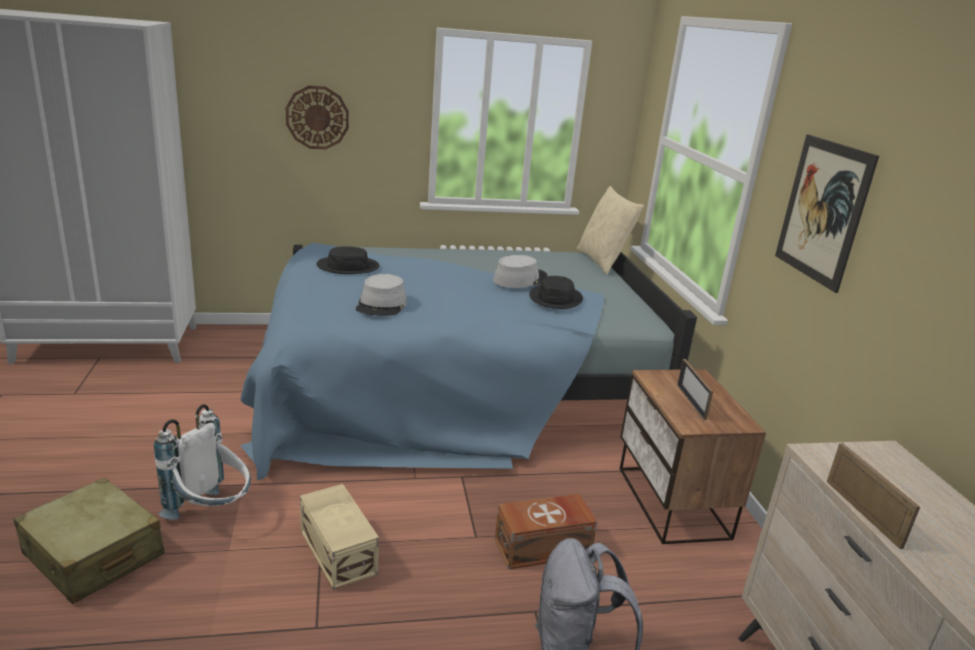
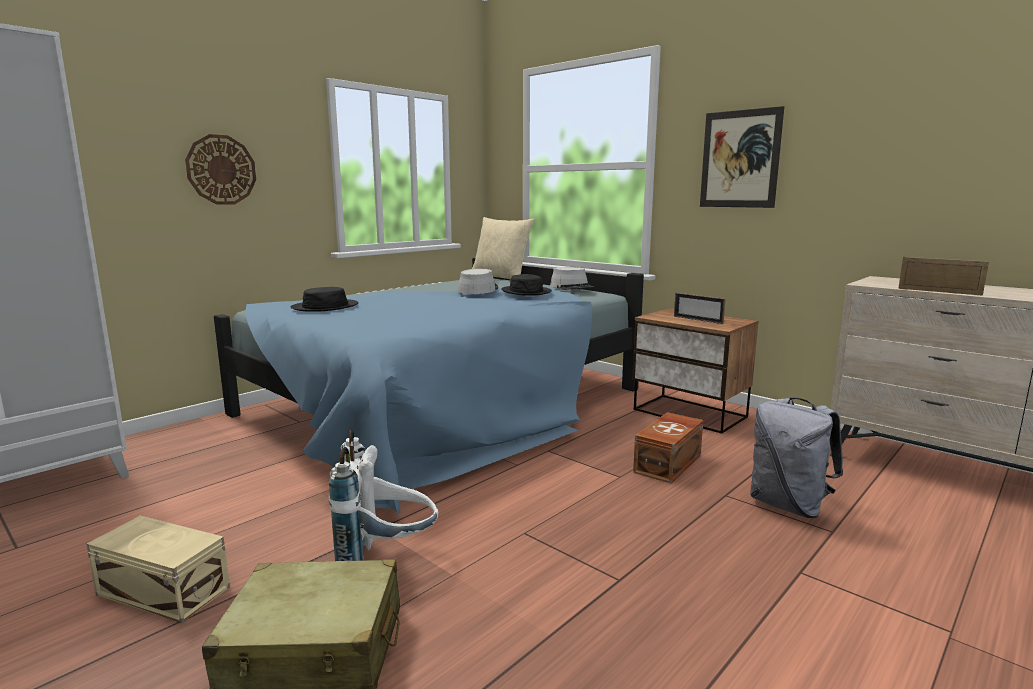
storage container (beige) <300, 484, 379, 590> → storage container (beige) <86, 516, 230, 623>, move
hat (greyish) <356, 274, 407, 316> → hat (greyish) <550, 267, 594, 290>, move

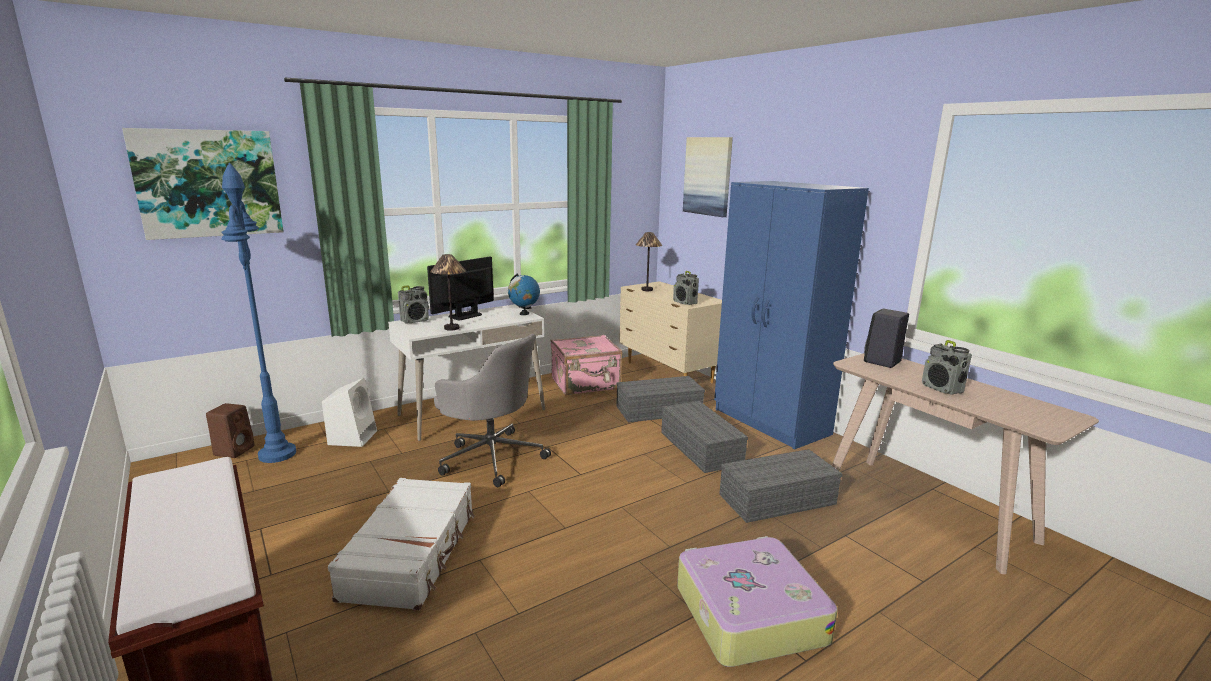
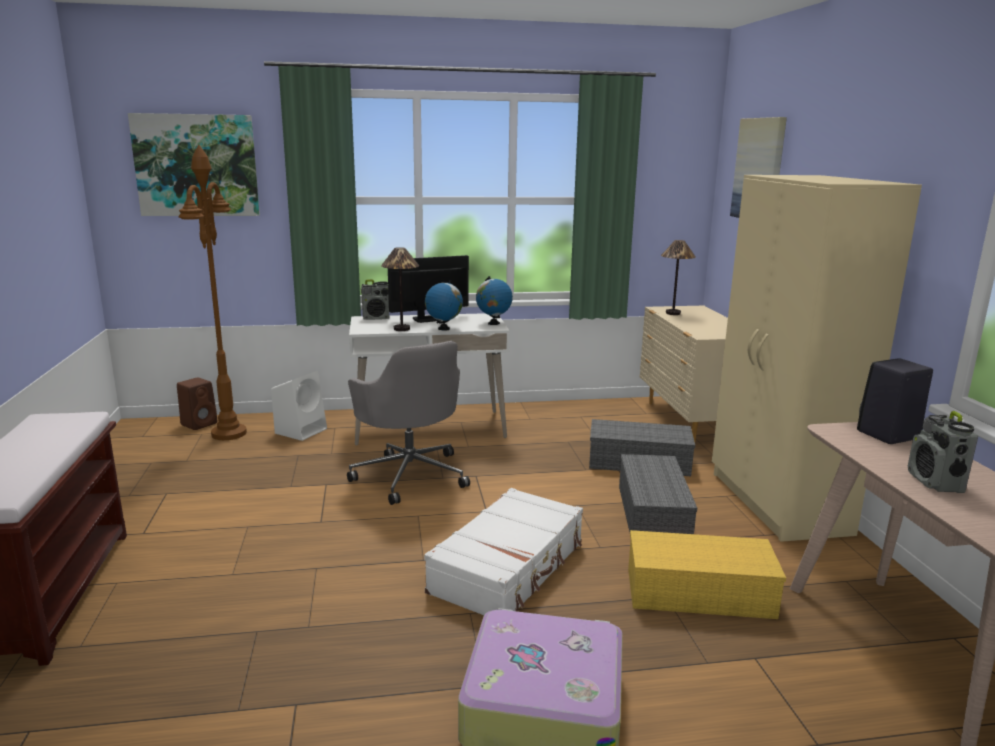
floor lamp (bluish) <221, 163, 296, 463> → floor lamp (brownish) <178, 145, 247, 440>
piece of luggage (white-coloured) <328, 478, 475, 610> → piece of luggage (white-coloured) <424, 488, 583, 615>, move
- → desk globe <425, 280, 463, 331>
storage container (greyish) <719, 449, 842, 523> → storage container (yellow) <628, 530, 786, 619>
wardrobe (bluish) <714, 181, 869, 449> → wardrobe (beige) <712, 175, 922, 542>
piece of luggage (pink) <551, 335, 622, 395> → -
radio receiver <673, 271, 699, 305> → -

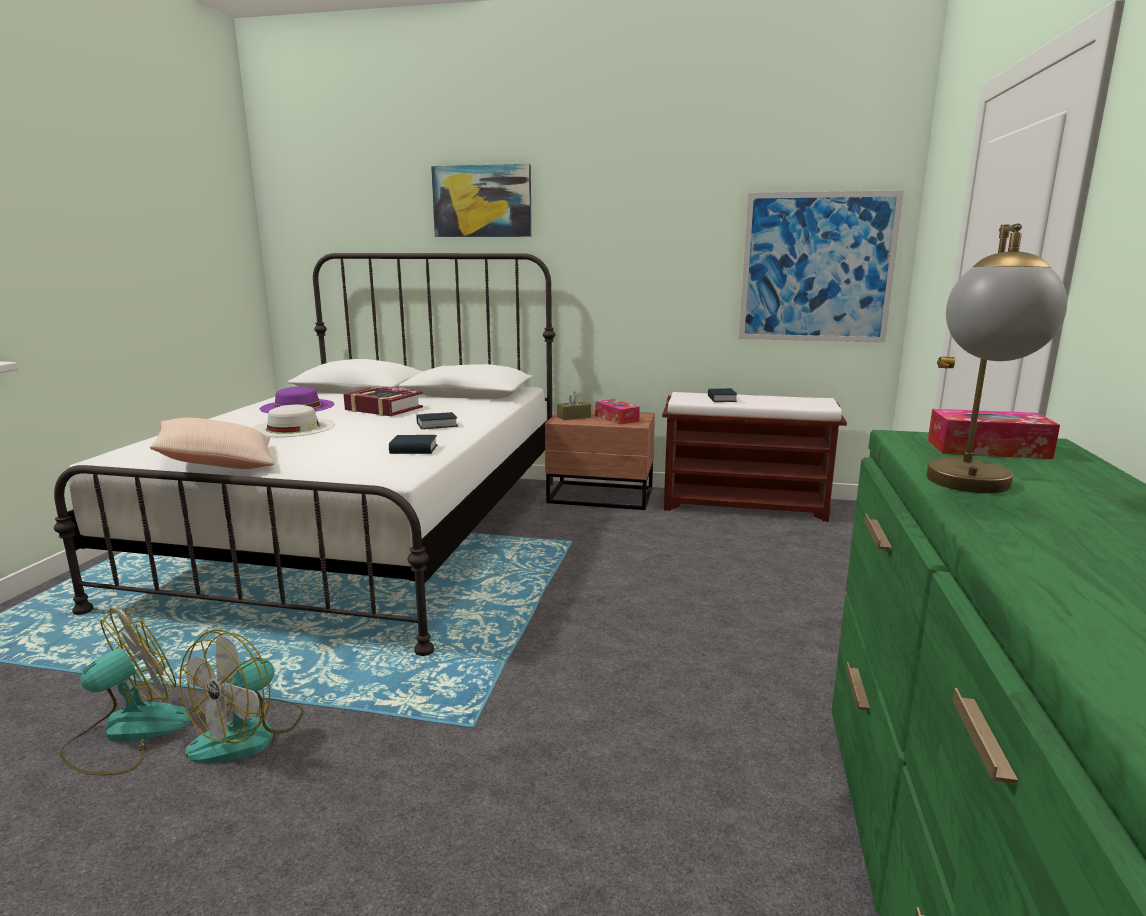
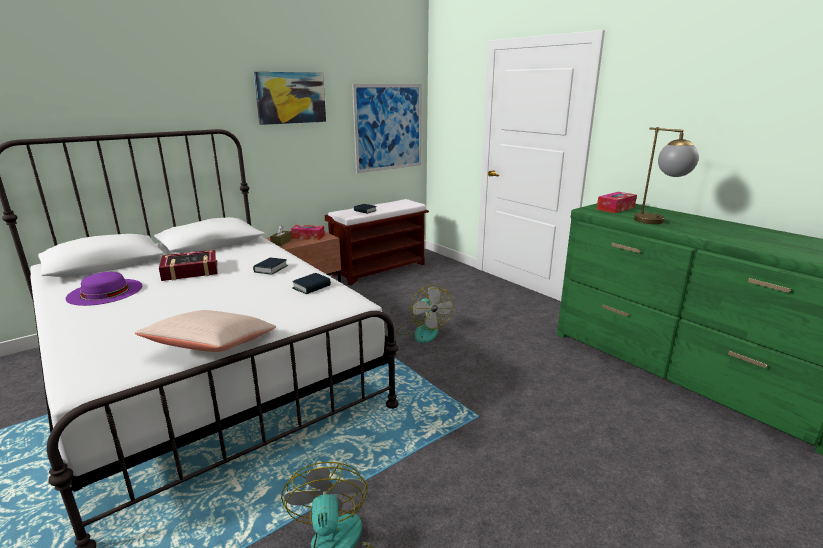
wall art <431, 164, 532, 237> → wall art <254, 72, 326, 125>, move
cooling fan <179, 630, 304, 763> → cooling fan <396, 285, 453, 343>, move
hat (white-coloured) <252, 405, 335, 437> → -

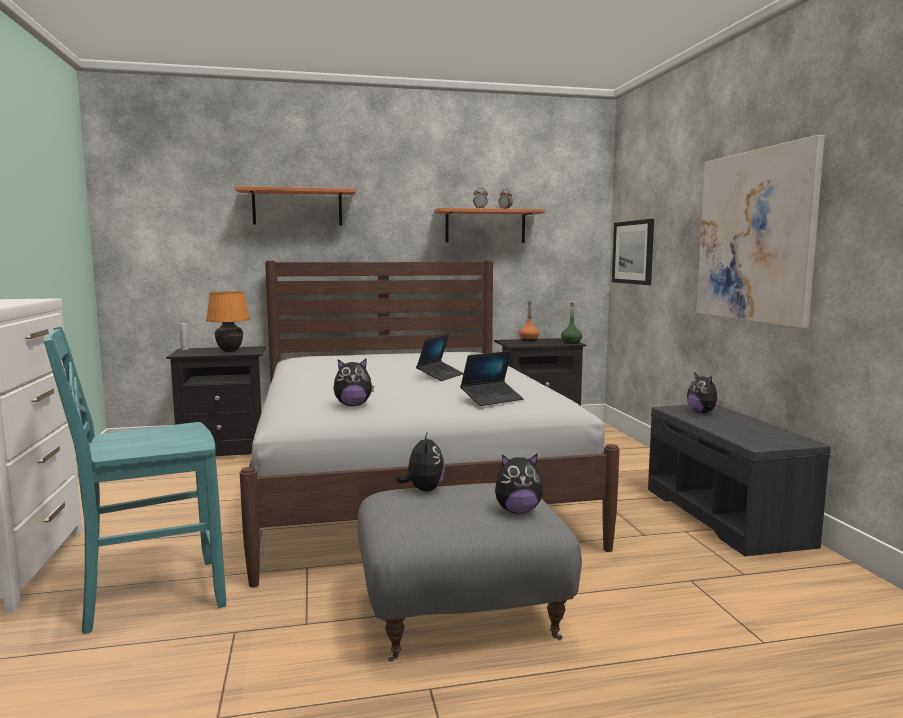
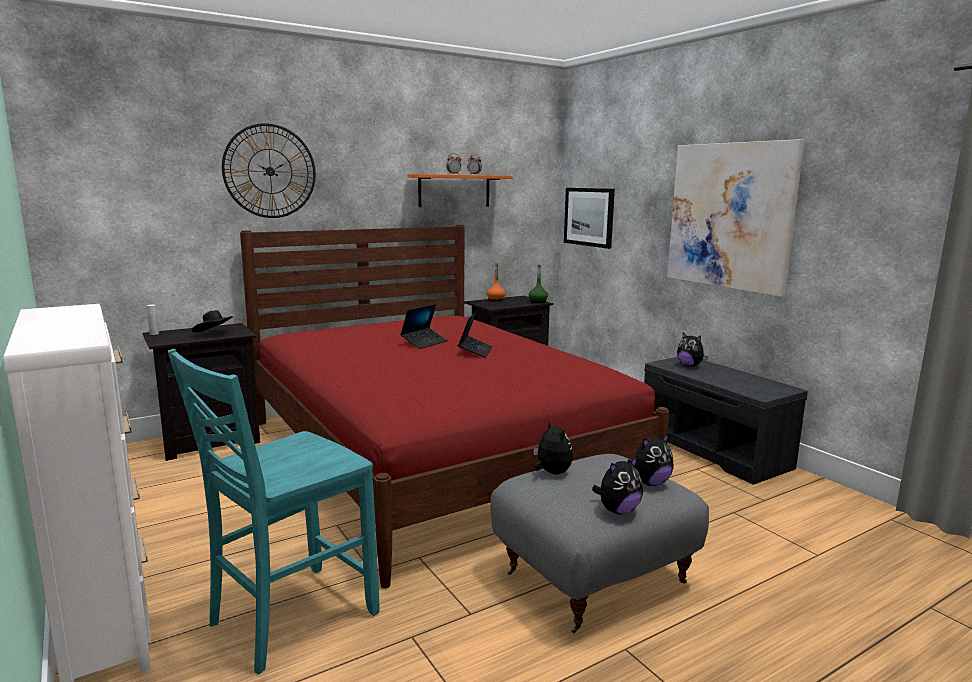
table lamp (orangey) <206, 292, 250, 352> → hat (blackish) <192, 310, 233, 333>
shelf (orangey) <235, 186, 356, 225> → clock on the wall <222, 123, 316, 218>
bed (white-coloured) <240, 260, 620, 588> → bed (red) <240, 225, 669, 588>
portable computer <460, 351, 524, 406> → portable computer <400, 304, 448, 349>, move
soft toy <333, 358, 374, 406> → soft toy <592, 456, 643, 514>, move

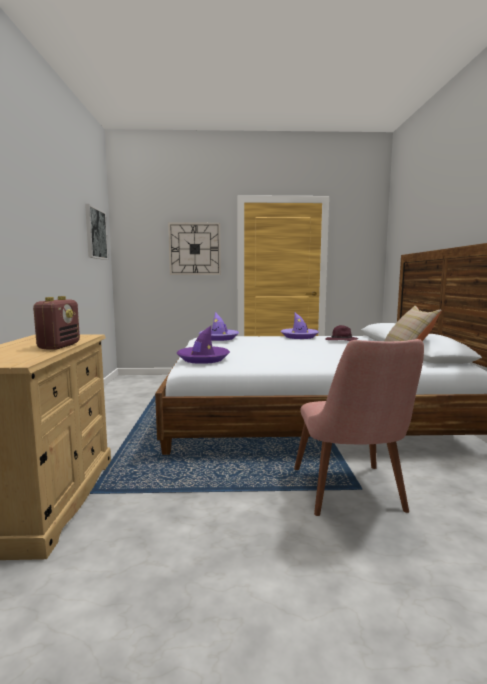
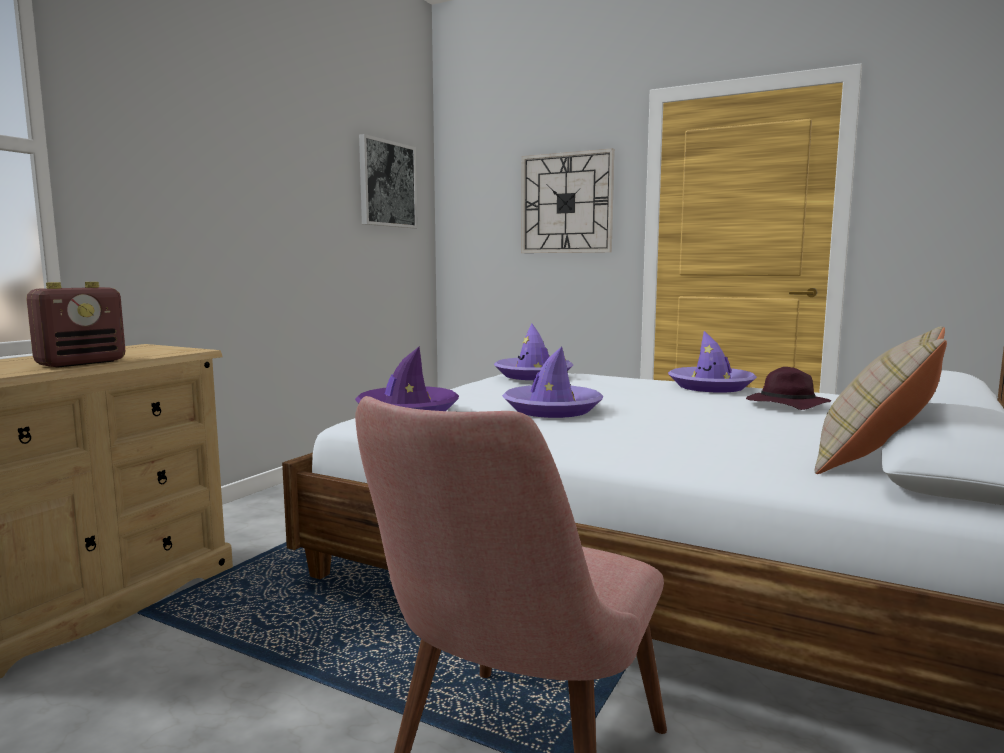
- → hat (purple-coloured) <502, 347, 603, 418>

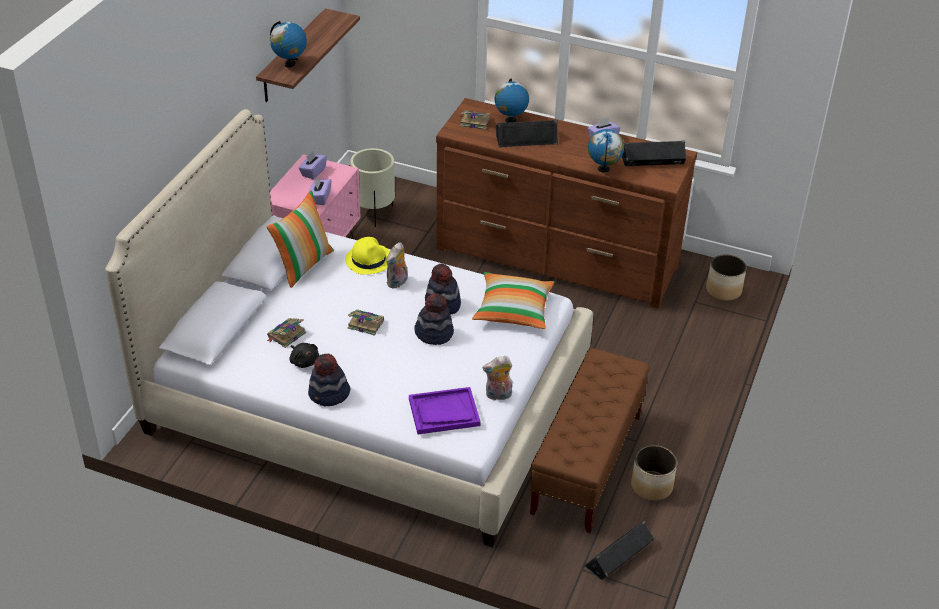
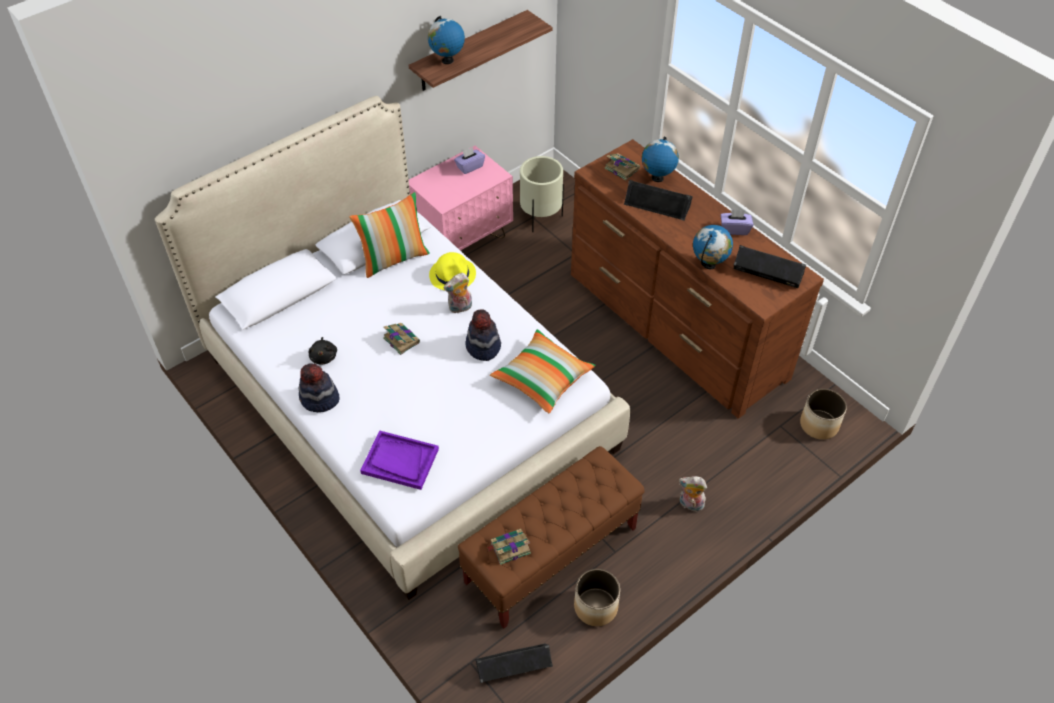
volume <267, 318, 306, 348> → volume <487, 529, 531, 565>, move
soft toy <482, 356, 513, 400> → soft toy <679, 476, 707, 512>, move
tissue box (purple-coloured) <308, 177, 331, 205> → -
hat <415, 293, 454, 345> → -

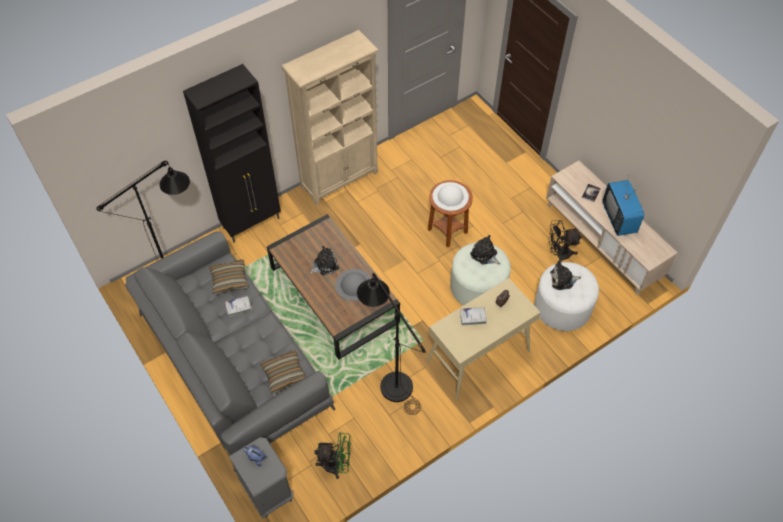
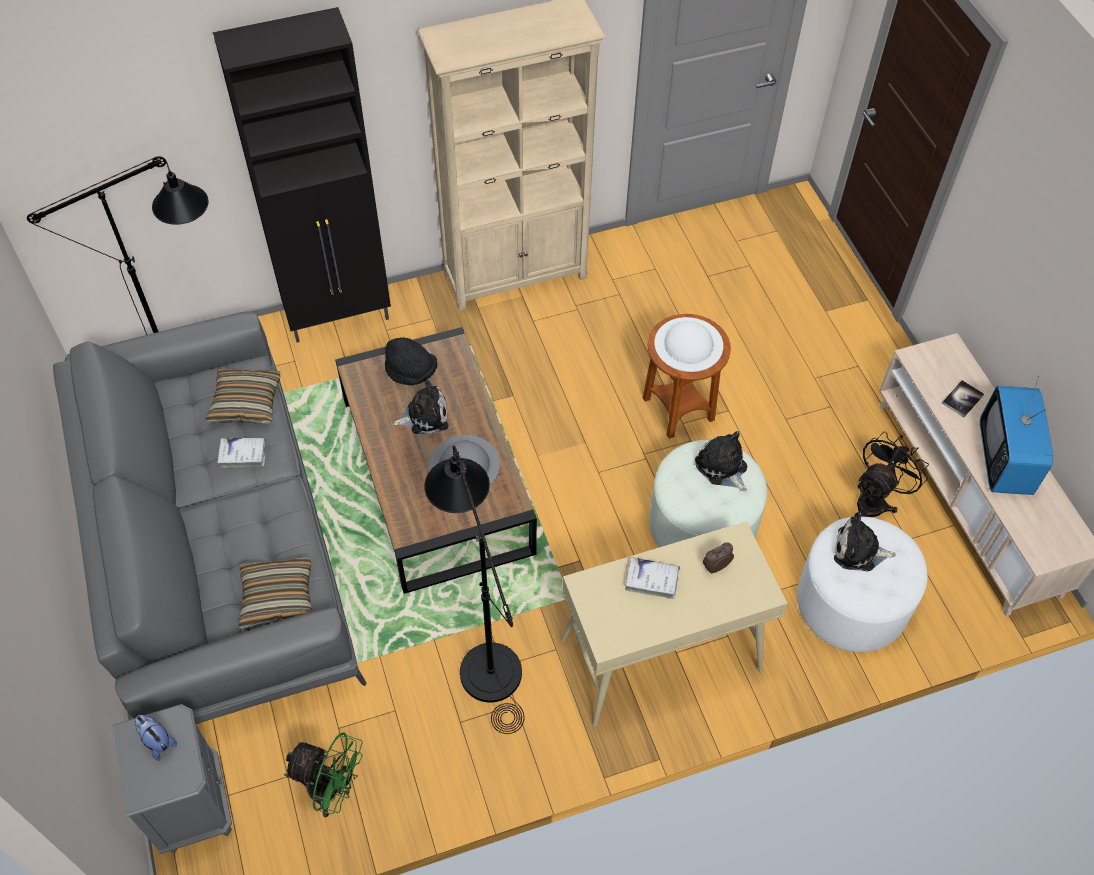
- → hat (blackish) <385, 337, 438, 385>
cooling fan (blackish) <549, 220, 582, 261> → cooling fan (blackish) <857, 432, 929, 517>, 120 degrees clockwise

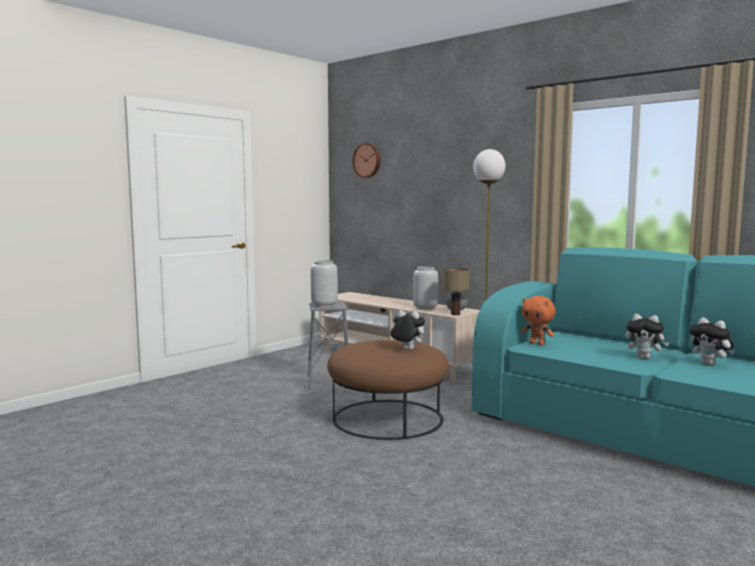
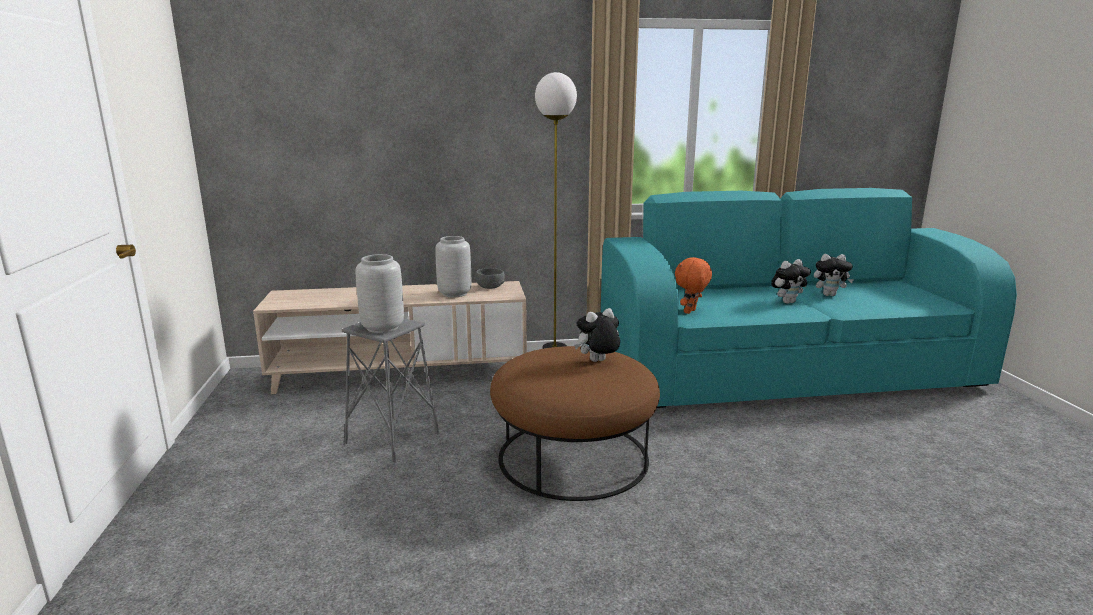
soft toy (orangey) <522, 296, 555, 345> → soft toy (orangey) <675, 257, 712, 314>, 135 degrees clockwise
clock on the wall <352, 143, 381, 178> → -
table lamp <443, 268, 470, 315> → -

